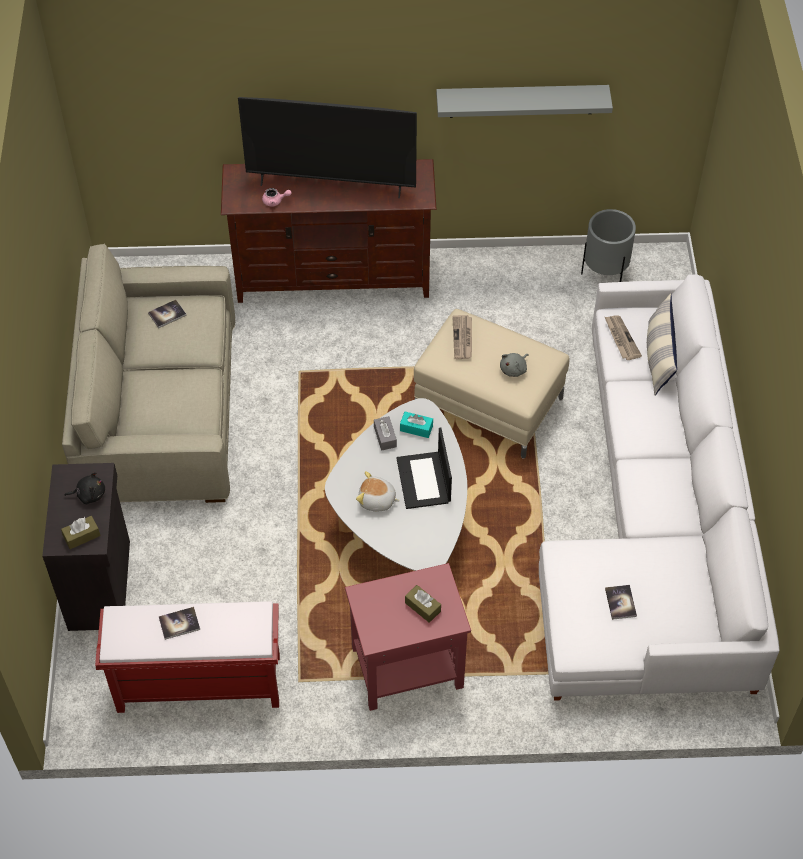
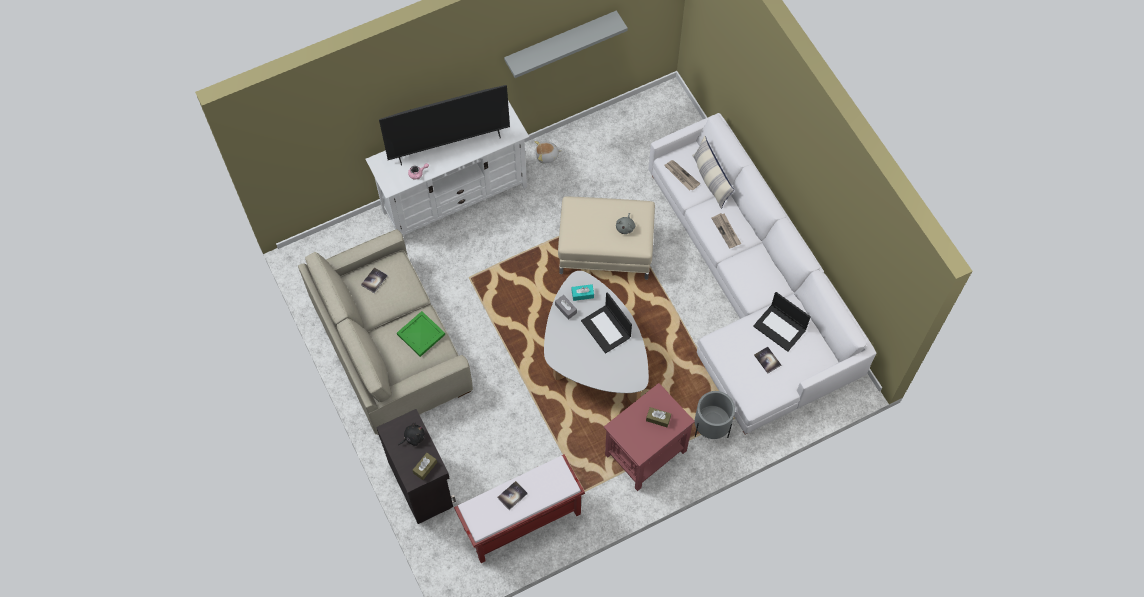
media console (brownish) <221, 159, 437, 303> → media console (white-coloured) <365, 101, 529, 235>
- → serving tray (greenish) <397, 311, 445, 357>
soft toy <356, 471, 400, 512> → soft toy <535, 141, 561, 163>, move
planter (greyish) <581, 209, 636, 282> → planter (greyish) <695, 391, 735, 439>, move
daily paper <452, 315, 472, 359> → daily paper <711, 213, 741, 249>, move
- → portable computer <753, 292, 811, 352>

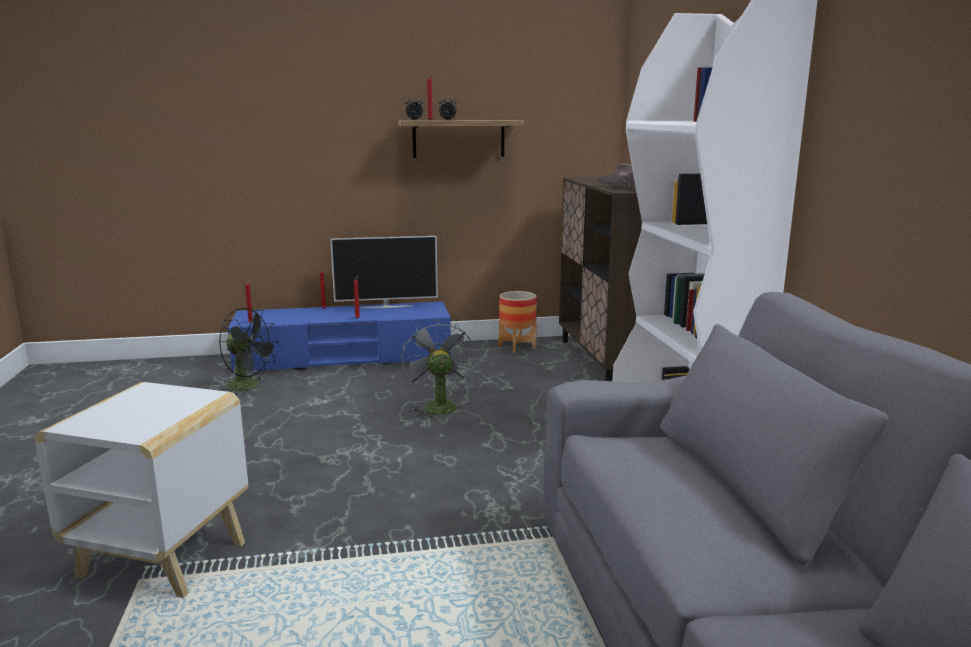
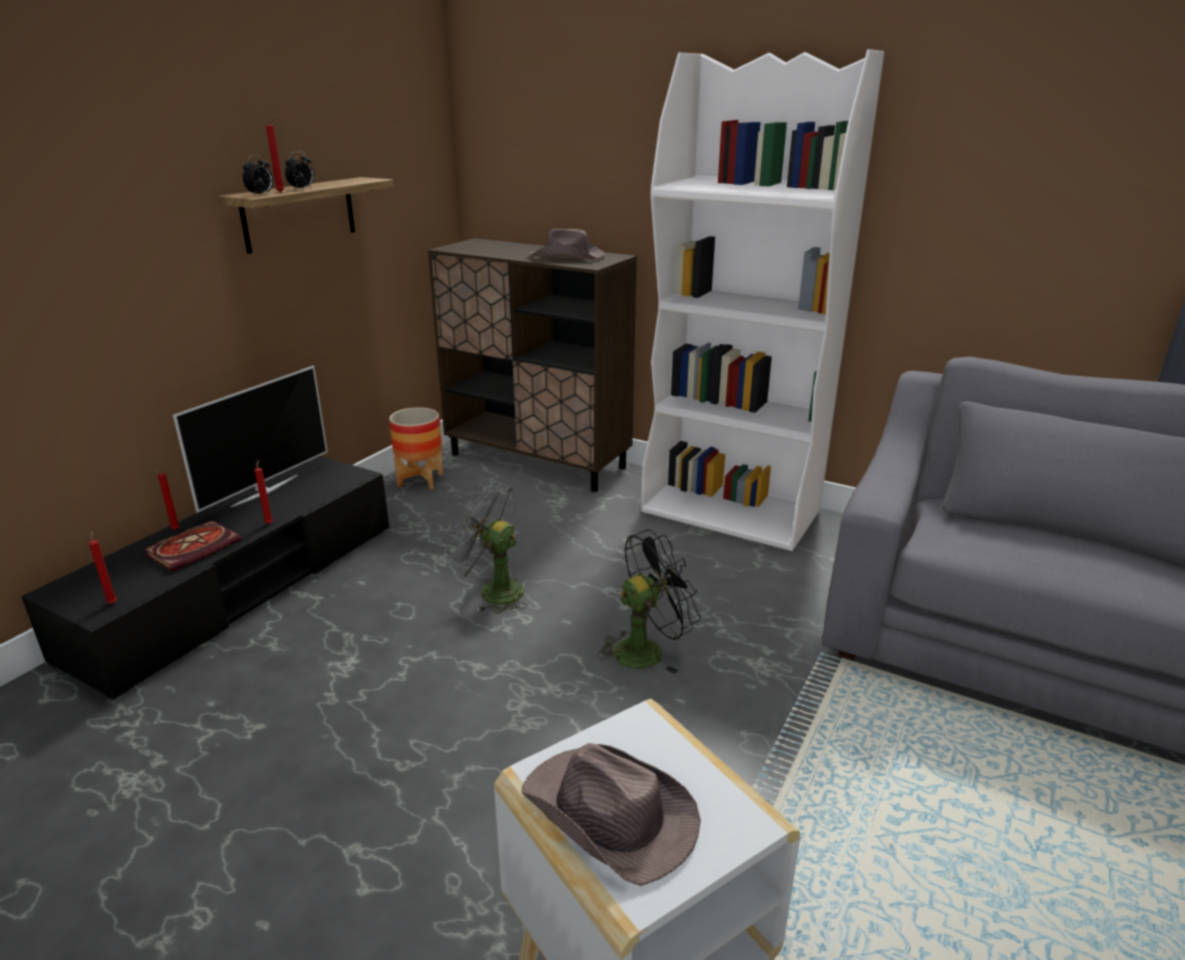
media console (bluish) <228, 302, 451, 372> → media console (blackish) <21, 456, 389, 701>
- → volume <144, 521, 242, 572>
- → hat (brownish) <522, 743, 701, 886>
cooling fan (blackish) <219, 308, 279, 395> → cooling fan (blackish) <597, 529, 701, 674>, move

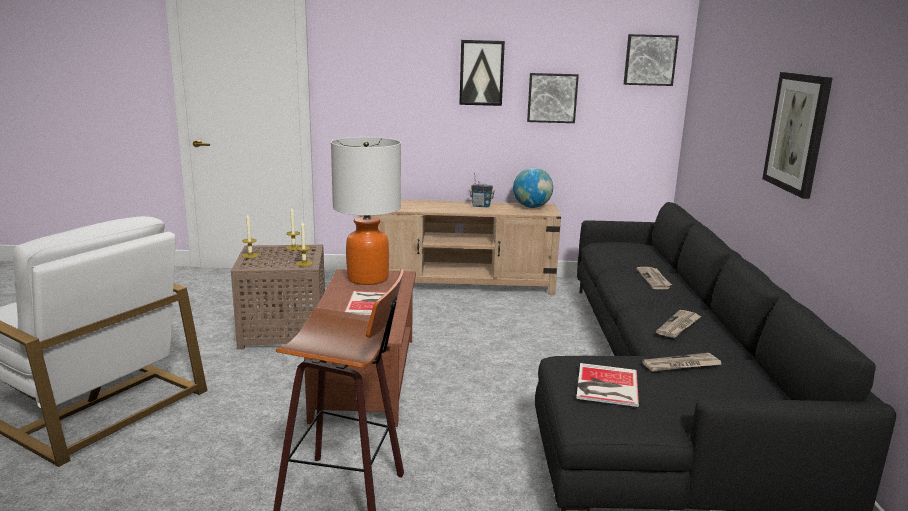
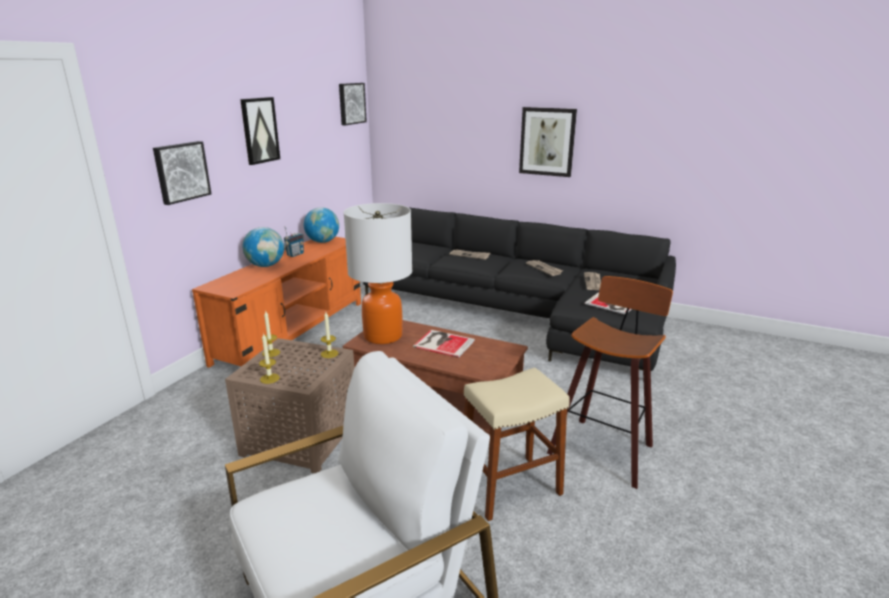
wall art <527, 73, 579, 123> → wall art <153, 141, 211, 205>, move
media console (beige) <358, 200, 561, 295> → media console (orangey) <192, 237, 361, 368>
- → desk globe <242, 227, 284, 267>
- → sitting stool (beige) <464, 367, 570, 521>

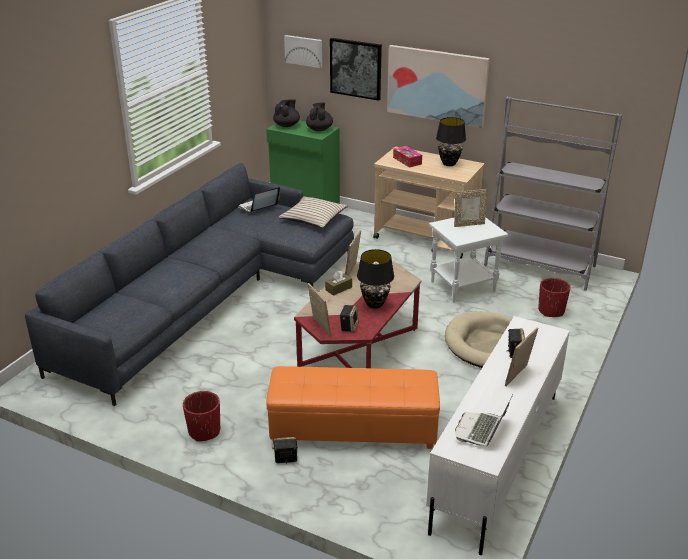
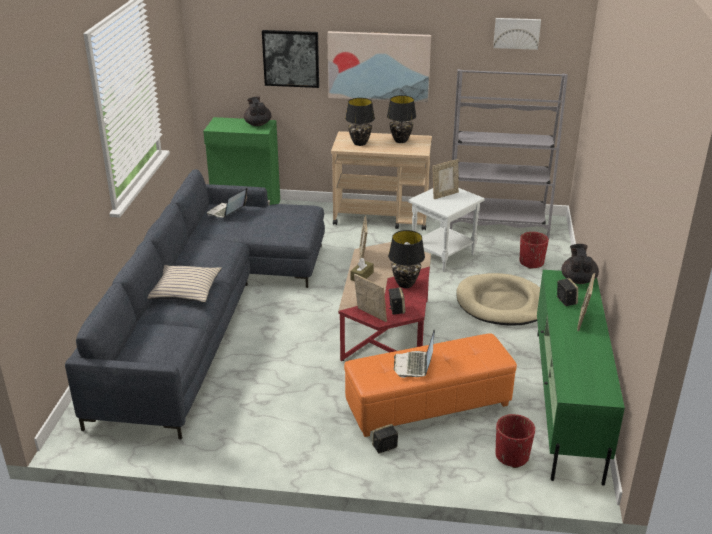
throw pillow (beige) <279, 196, 348, 228> → throw pillow (beige) <148, 265, 222, 302>, move
tissue box <393, 146, 422, 167> → table lamp (blackish) <345, 98, 375, 146>
portable computer <455, 395, 513, 446> → portable computer <394, 330, 435, 378>, move
wall art <284, 35, 322, 68> → wall art <493, 18, 541, 50>, move
planter (red) <183, 391, 220, 442> → planter (red) <496, 414, 535, 468>, move
media console (white-coloured) <426, 316, 570, 555> → media console (greenish) <537, 270, 625, 485>
teapot (blackish) <273, 99, 300, 127> → teapot (blackish) <562, 244, 599, 284>, move

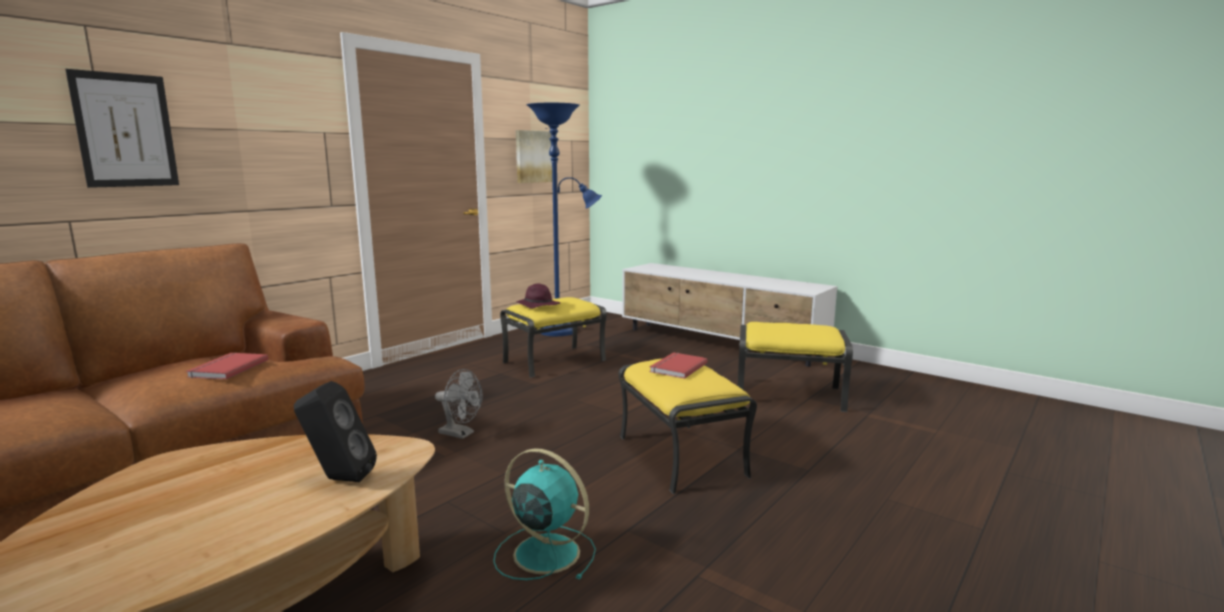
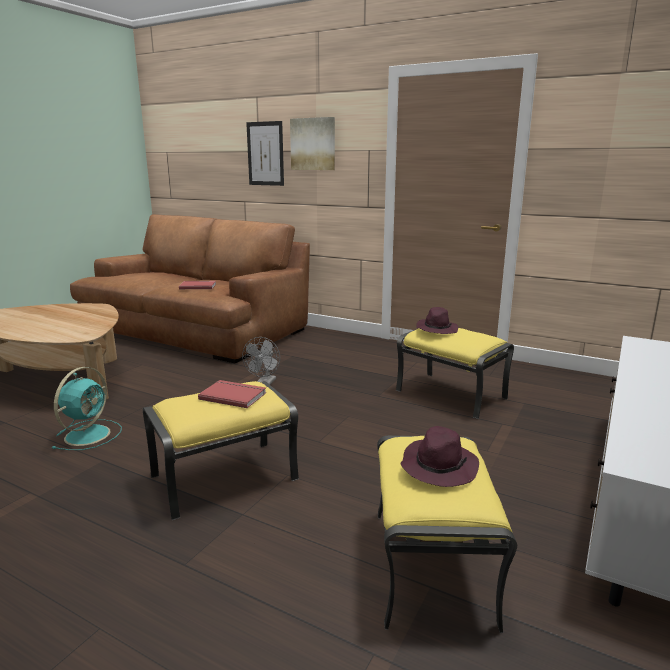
wall art <516, 130, 552, 183> → wall art <290, 117, 335, 170>, move
- → hat (purple-coloured) <400, 426, 479, 487>
speaker (blackish) <294, 381, 377, 482> → -
floor lamp (bluish) <527, 103, 602, 336> → -

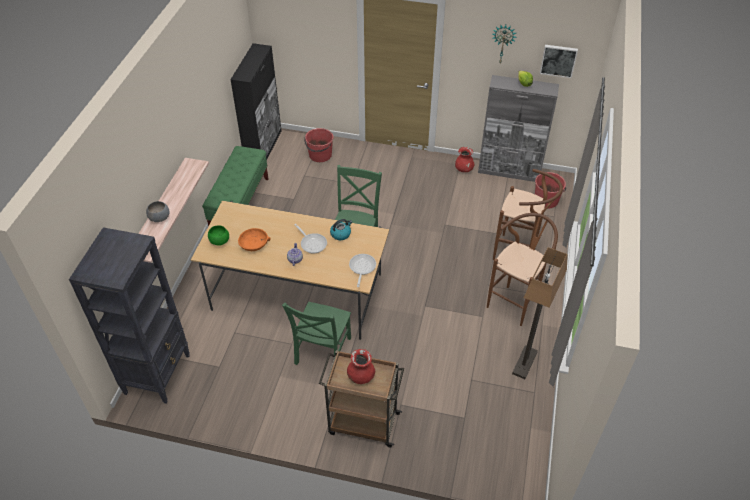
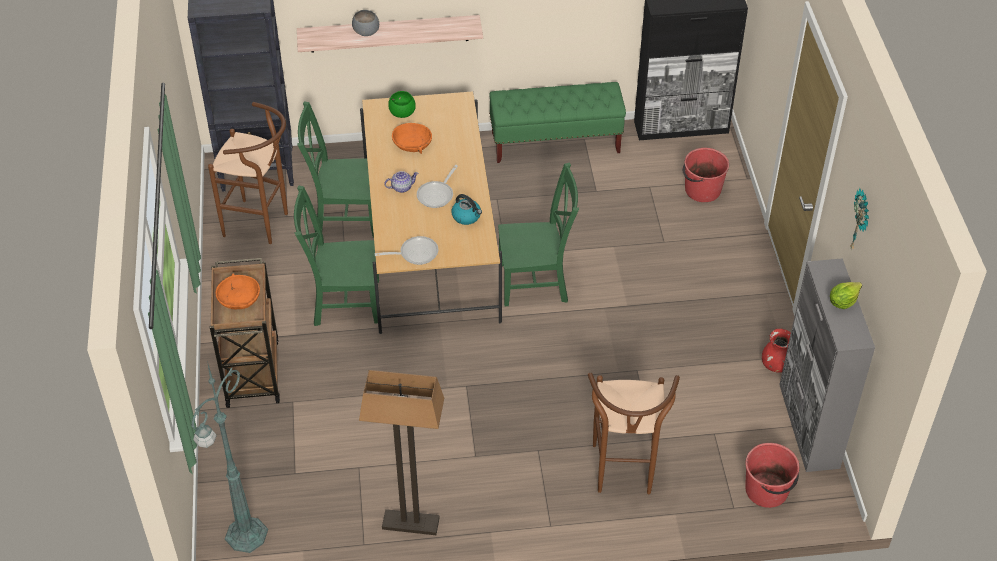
- → floor lamp (greenish) <191, 361, 268, 553>
sitting stool (brownish) <487, 213, 558, 326> → sitting stool (brownish) <208, 102, 288, 244>, move
flower vase (red) <347, 349, 375, 384> → serving bowl (orangey) <216, 274, 260, 309>
- → upright chair (greenish) <297, 101, 374, 238>
wall art <540, 45, 578, 78> → -

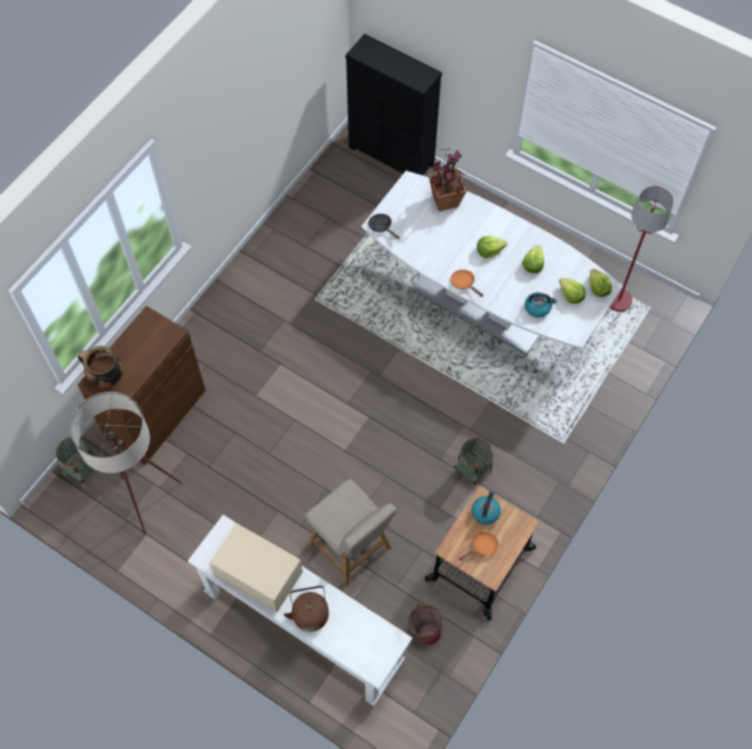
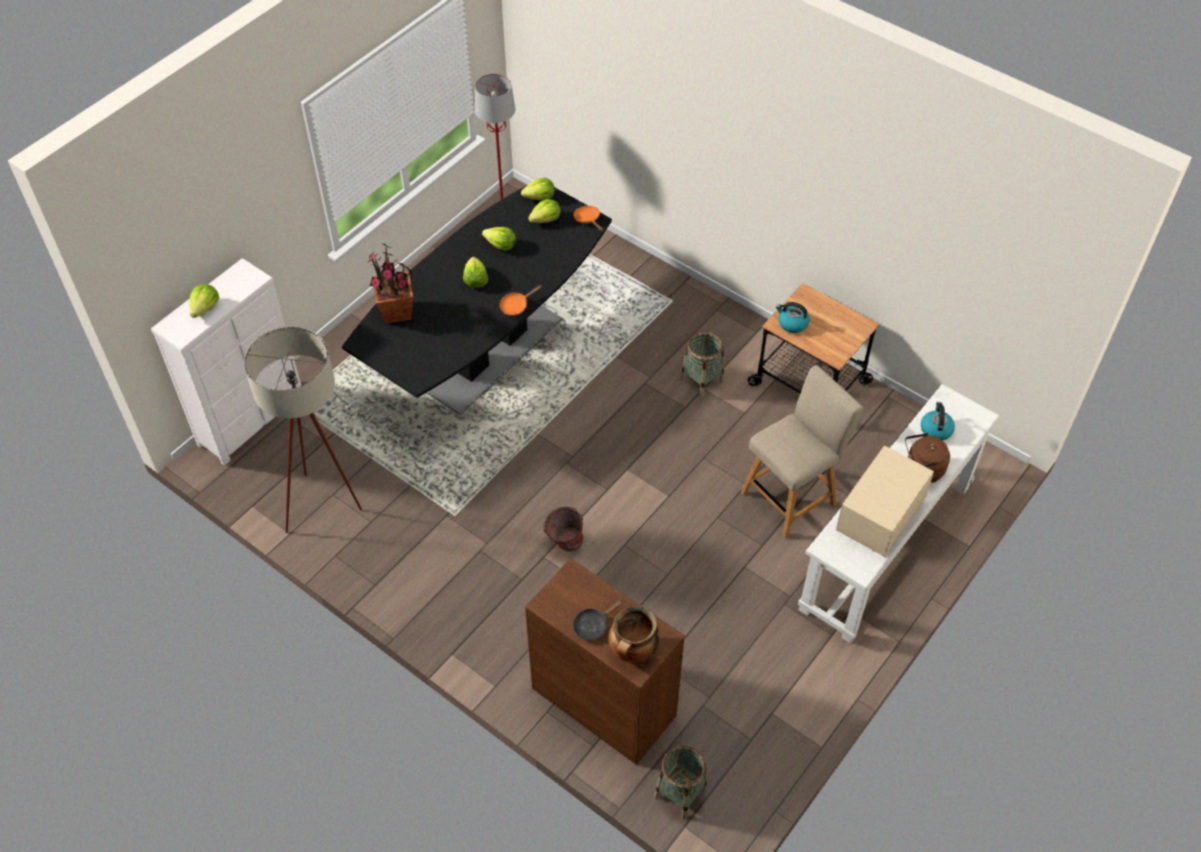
chest of drawers (blackish) <346, 33, 442, 175> → chest of drawers (white-coloured) <151, 258, 301, 465>
- → head of lettuce <189, 284, 219, 318>
floor lamp (beige) <70, 392, 182, 535> → floor lamp (beige) <244, 327, 362, 533>, move
kitchen table (white-coloured) <361, 171, 623, 355> → kitchen table (blackish) <342, 185, 612, 415>
bucket <408, 604, 444, 645> → bucket <543, 507, 583, 551>, move
pan (orangey) <459, 531, 499, 561> → pan (orangey) <573, 206, 604, 232>, move
pan (blackish) <368, 214, 400, 239> → pan (blackish) <573, 598, 624, 641>, move
tea kettle <525, 292, 557, 318> → tea kettle <921, 402, 955, 441>, move

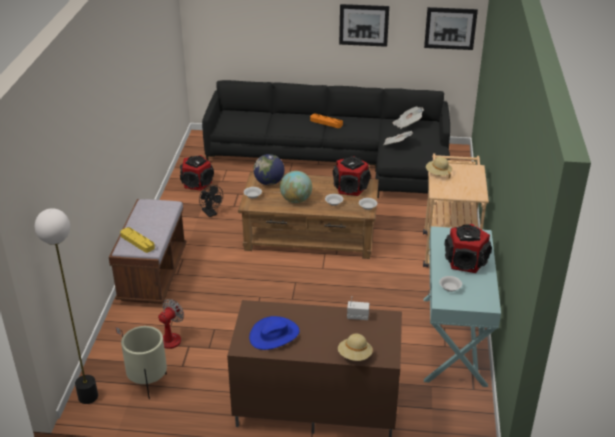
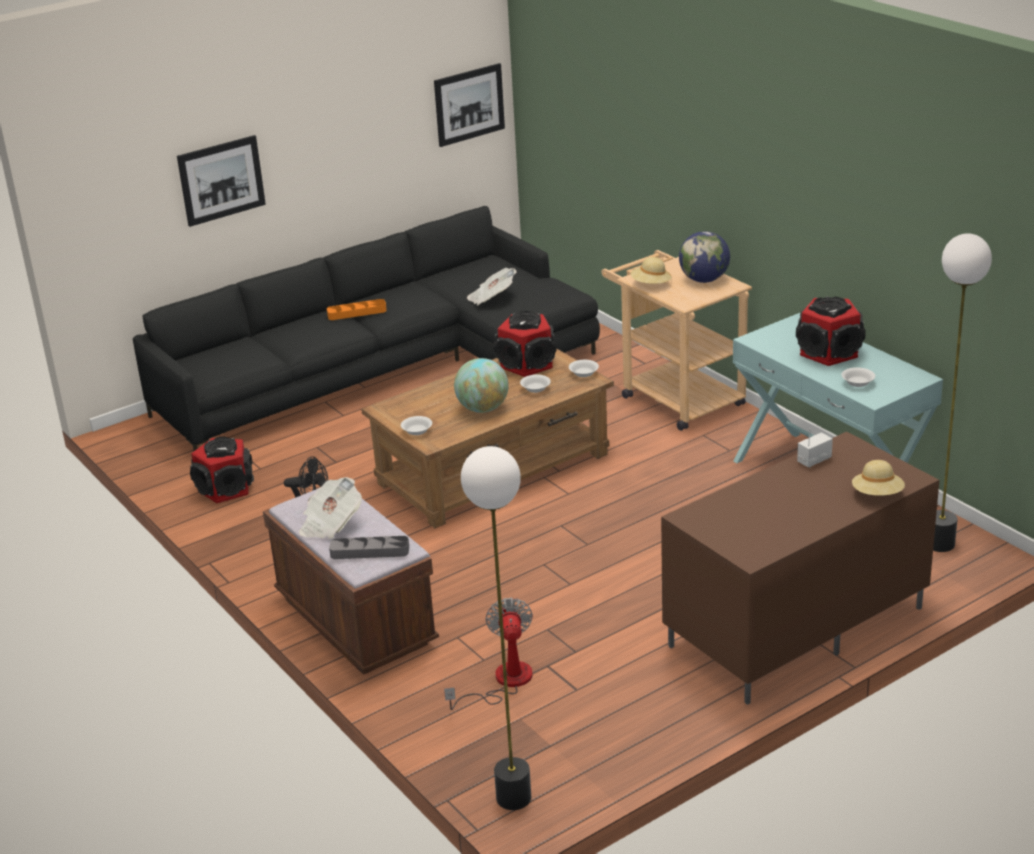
wall art <339, 4, 389, 47> → wall art <177, 135, 266, 227>, move
daily paper <392, 106, 424, 129> → daily paper <299, 477, 362, 539>, move
serving tray (yellow) <120, 227, 155, 253> → serving tray (greyish) <329, 536, 409, 559>
desk globe <253, 154, 285, 185> → desk globe <679, 231, 730, 283>, move
- → floor lamp <933, 233, 992, 552>
planter (beige) <121, 326, 167, 399> → -
hat (bluish) <249, 316, 300, 350> → -

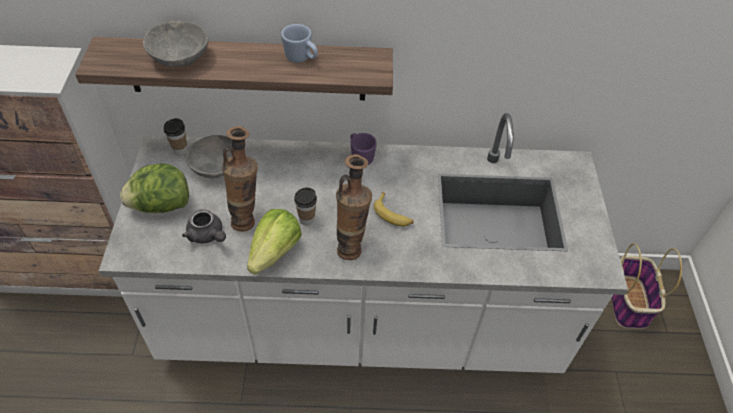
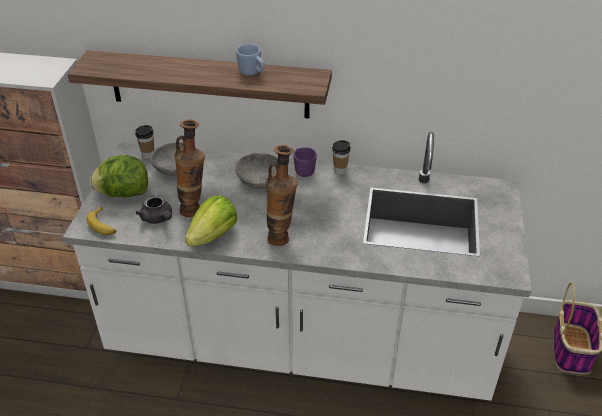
banana fruit <374, 192, 414, 226> → banana fruit <86, 206, 116, 235>, move
serving bowl (greyish) <143, 21, 209, 67> → serving bowl (greyish) <235, 153, 278, 189>, move
cup <294, 187, 317, 226> → cup <332, 140, 351, 174>, move

